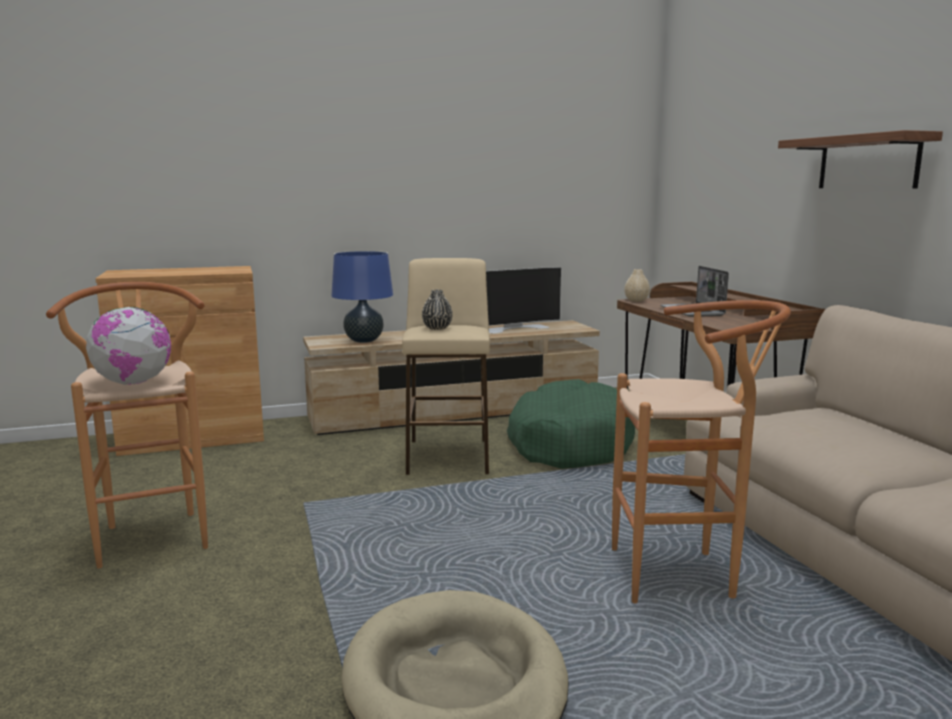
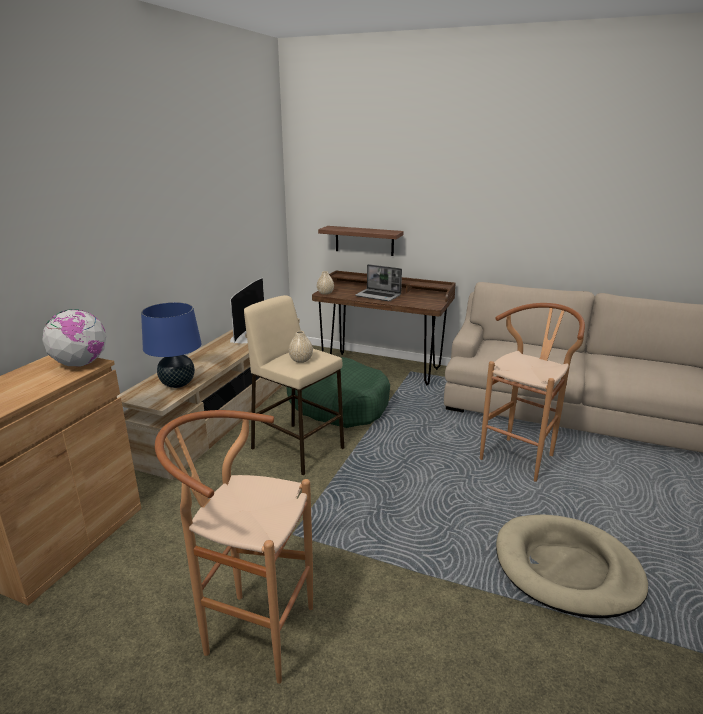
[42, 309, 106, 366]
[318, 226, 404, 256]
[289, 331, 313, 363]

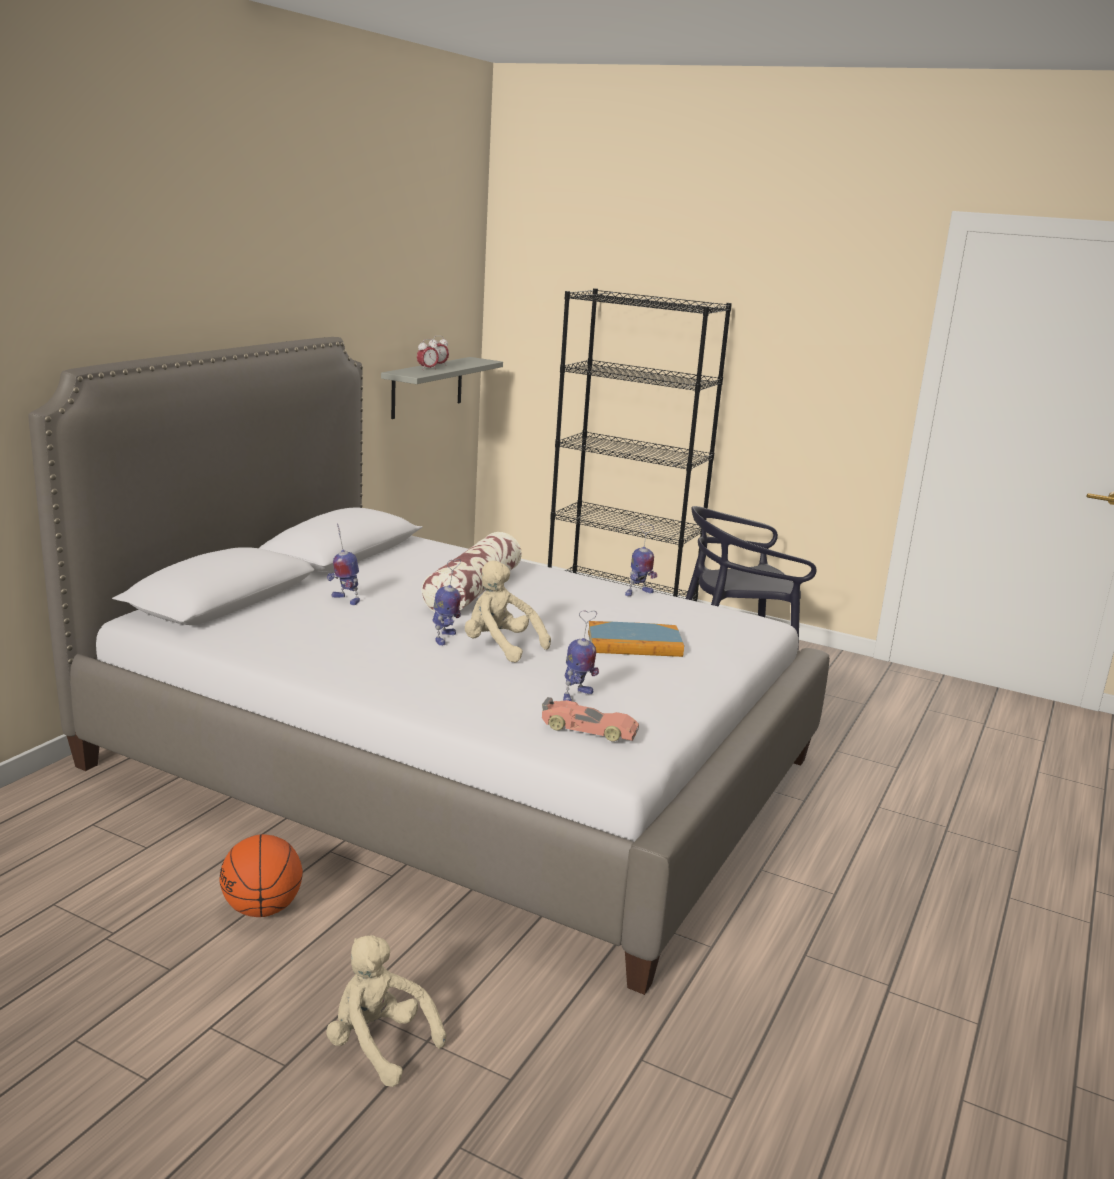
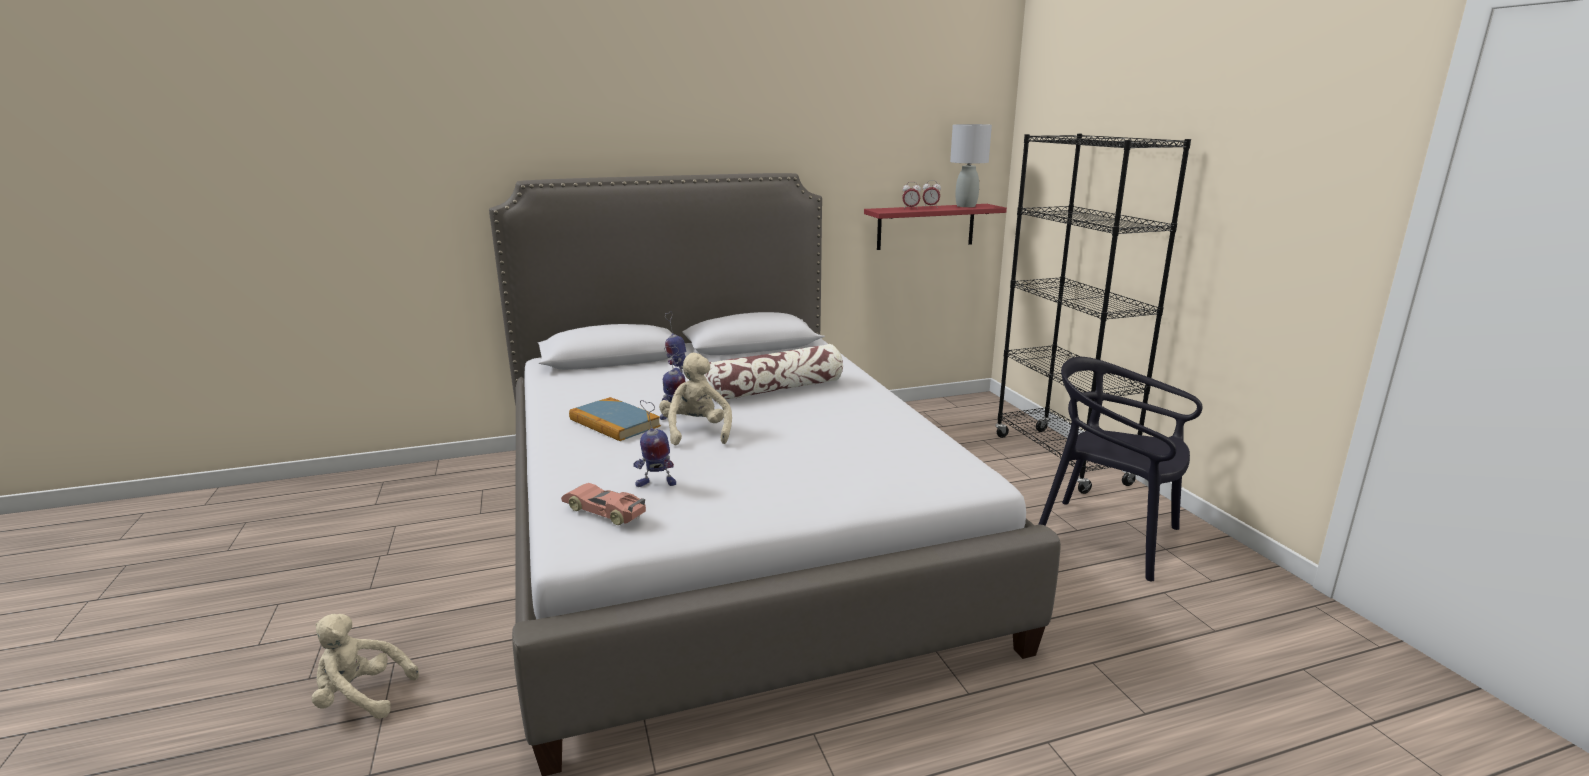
[219, 834, 303, 917] (first image)
[625, 524, 657, 596] (first image)
[950, 124, 992, 207]
[569, 397, 661, 441]
[864, 204, 1007, 250]
[312, 614, 419, 719]
[561, 483, 646, 525]

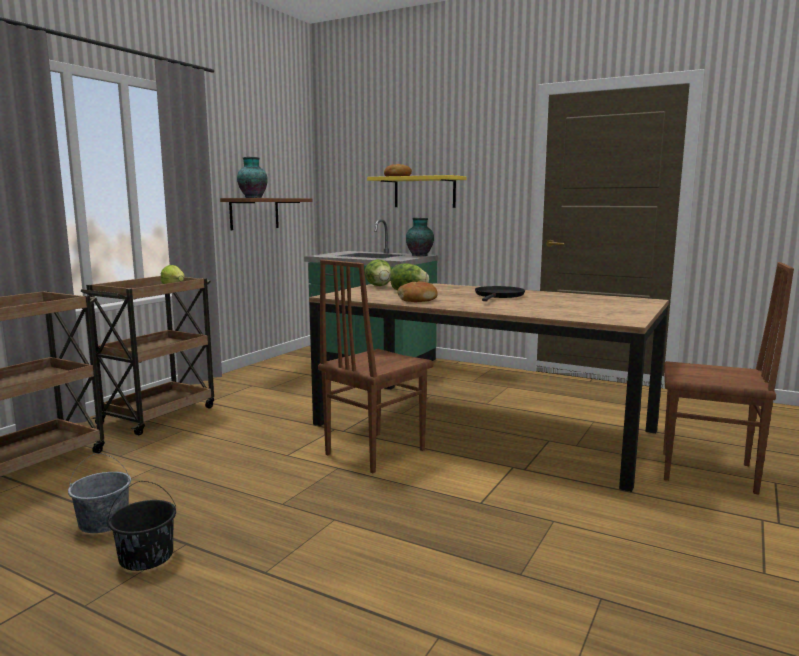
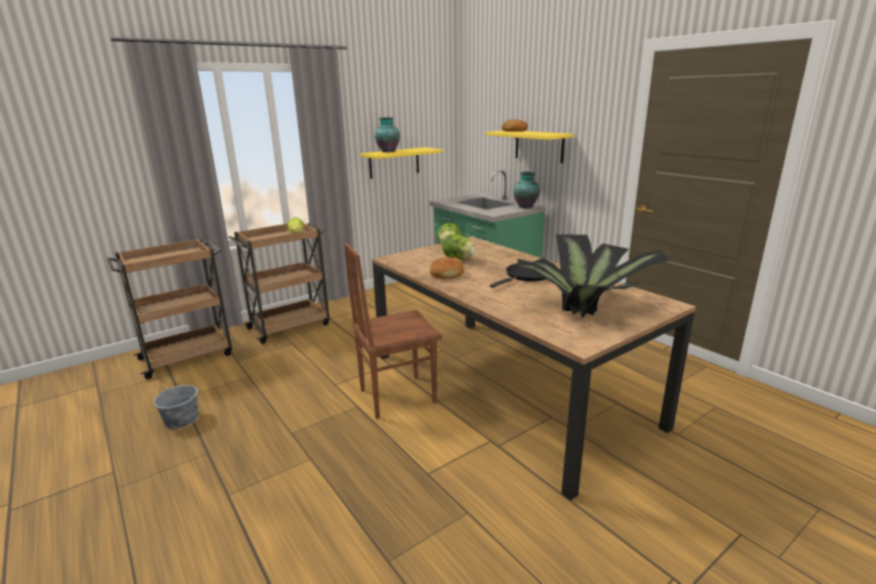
[108, 481, 176, 571] (first image)
[663, 262, 794, 495] (first image)
[517, 234, 670, 318]
[360, 147, 443, 179]

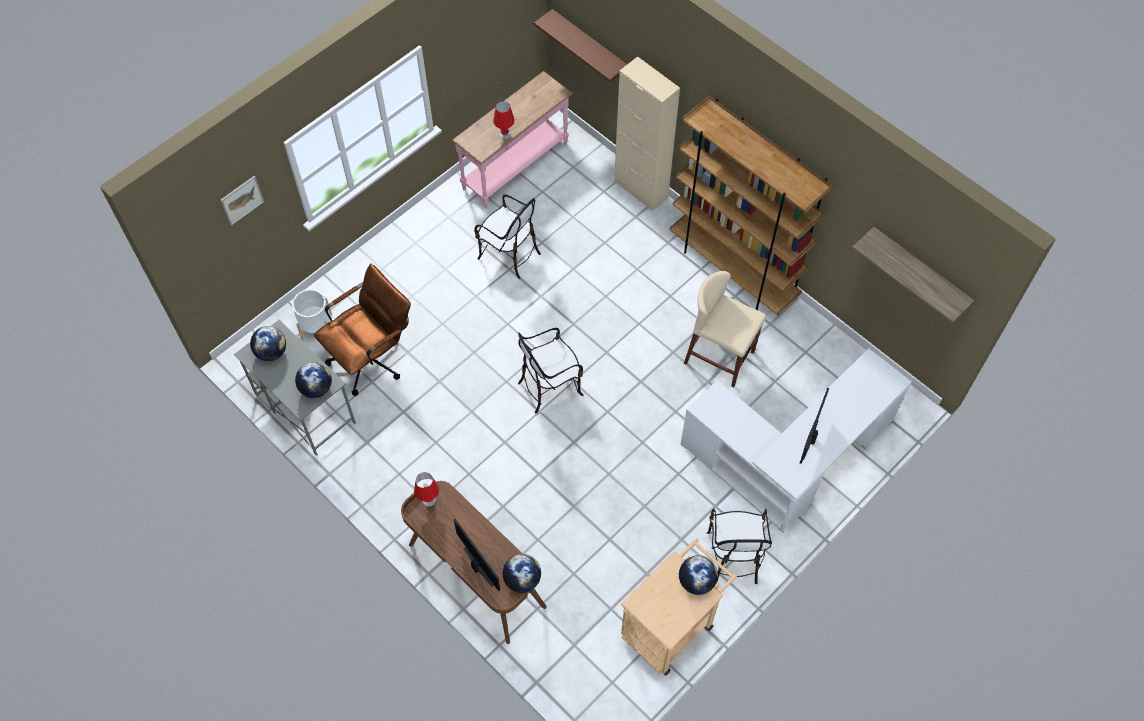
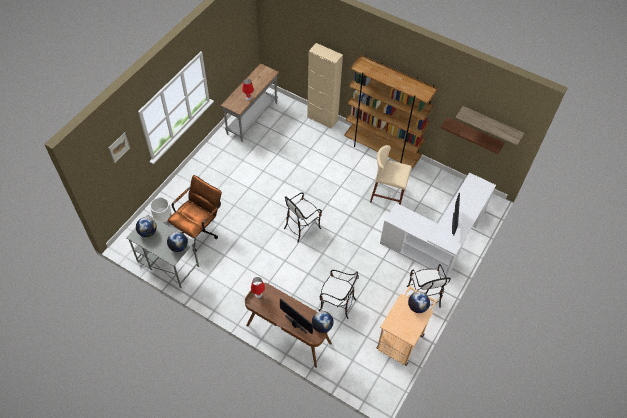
[318, 270, 359, 319]
[441, 117, 505, 154]
[221, 64, 279, 142]

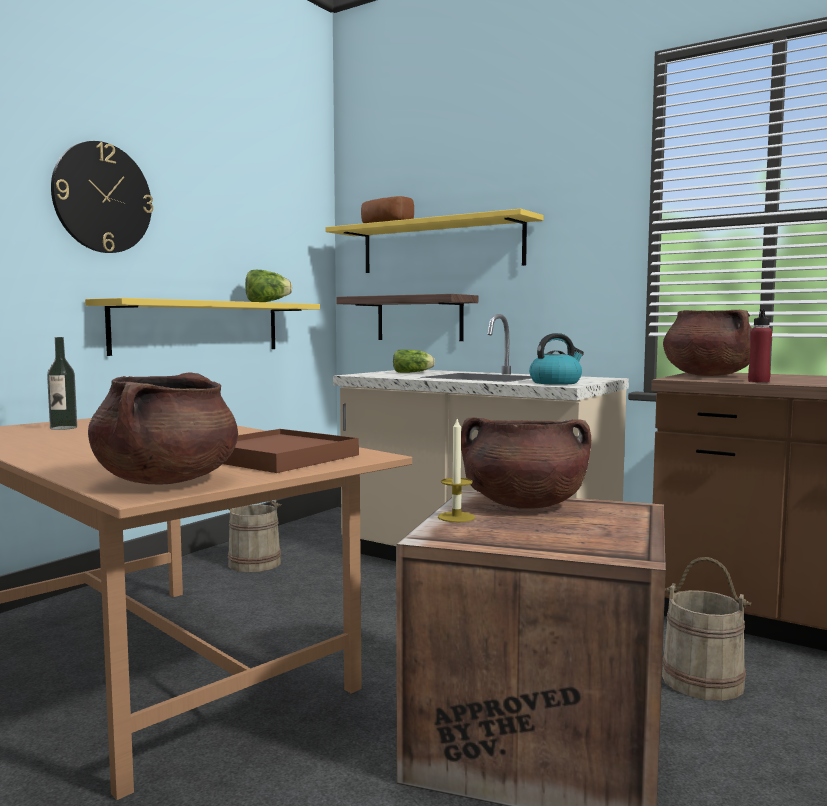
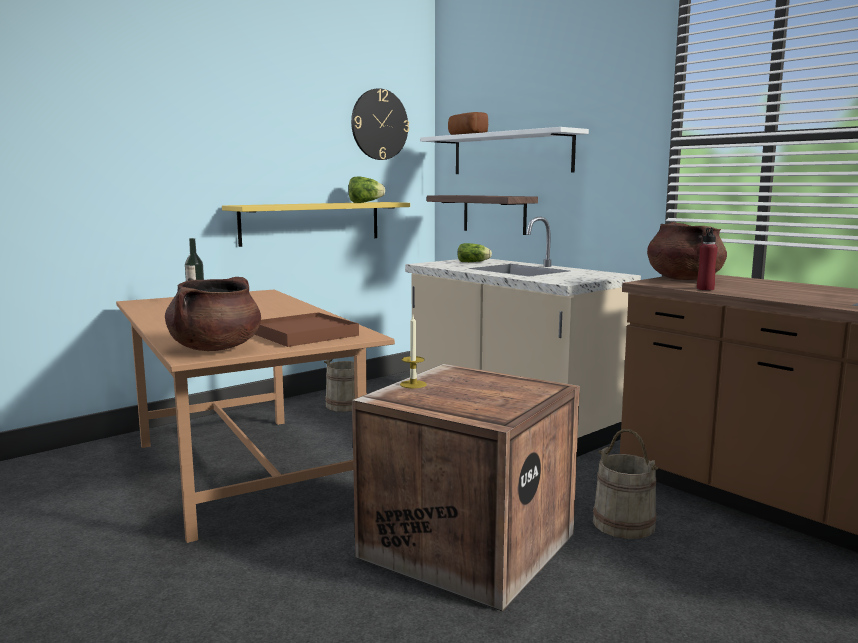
[461, 417, 591, 509] (first image)
[529, 333, 584, 385] (first image)
[351, 88, 409, 160]
[420, 127, 589, 174]

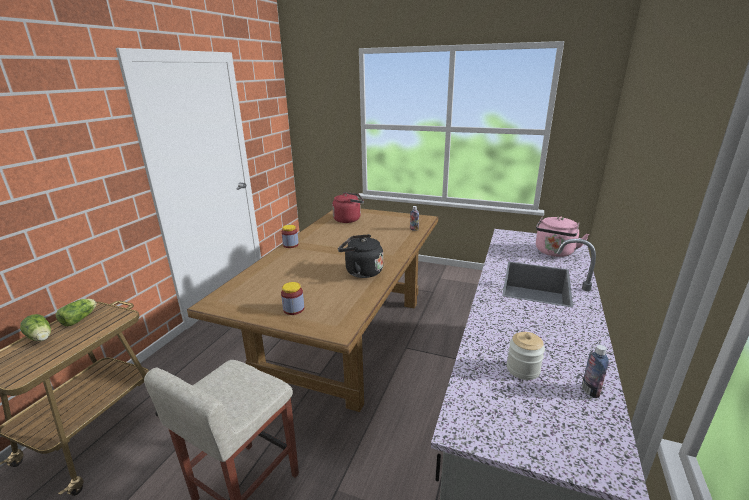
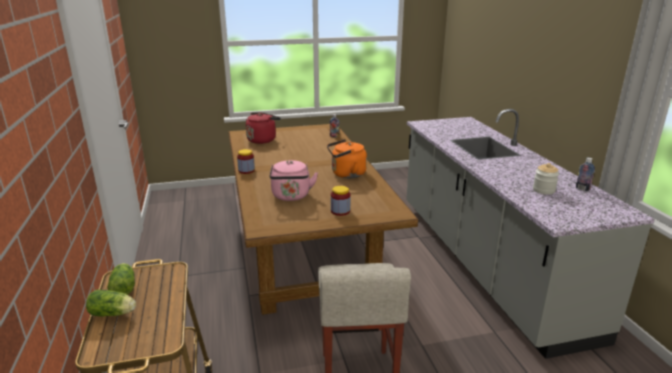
[270, 160, 318, 201]
[327, 139, 367, 178]

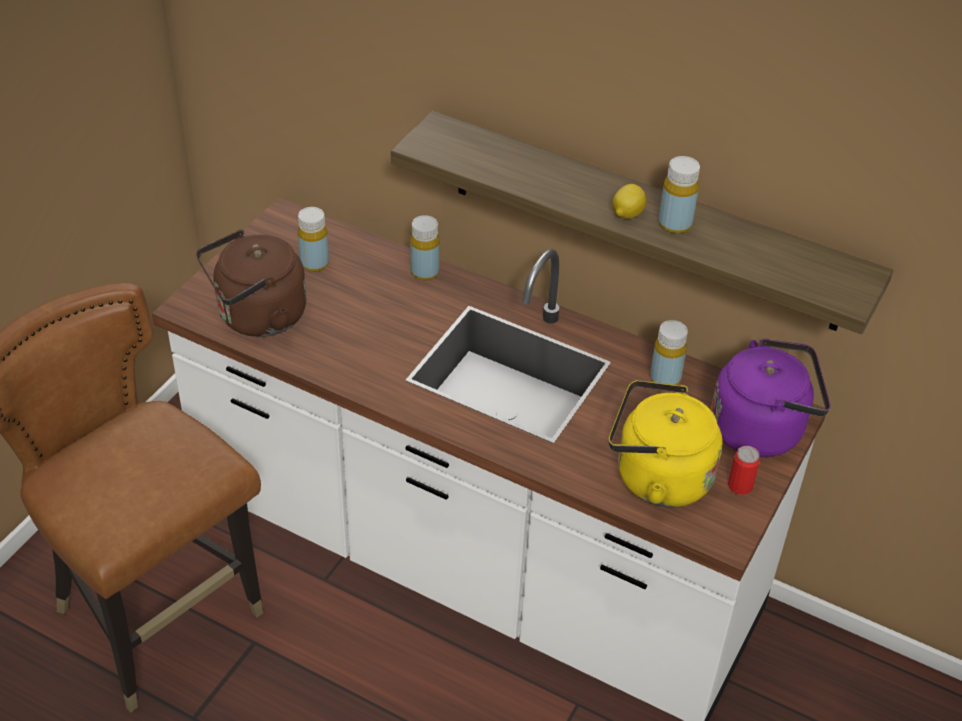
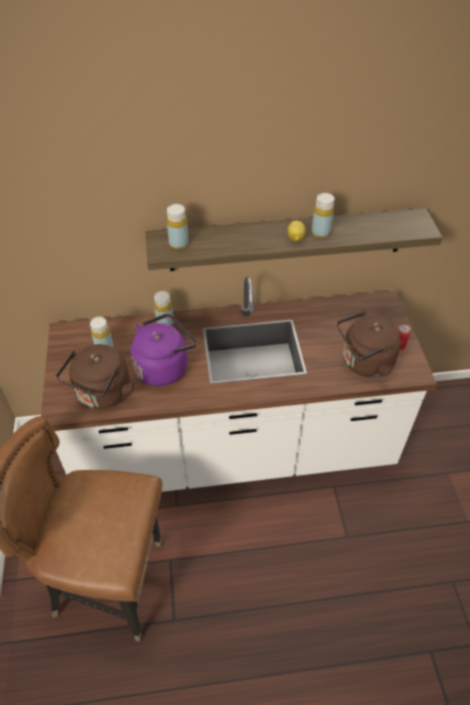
[167, 204, 189, 249]
[131, 314, 197, 386]
[337, 311, 401, 377]

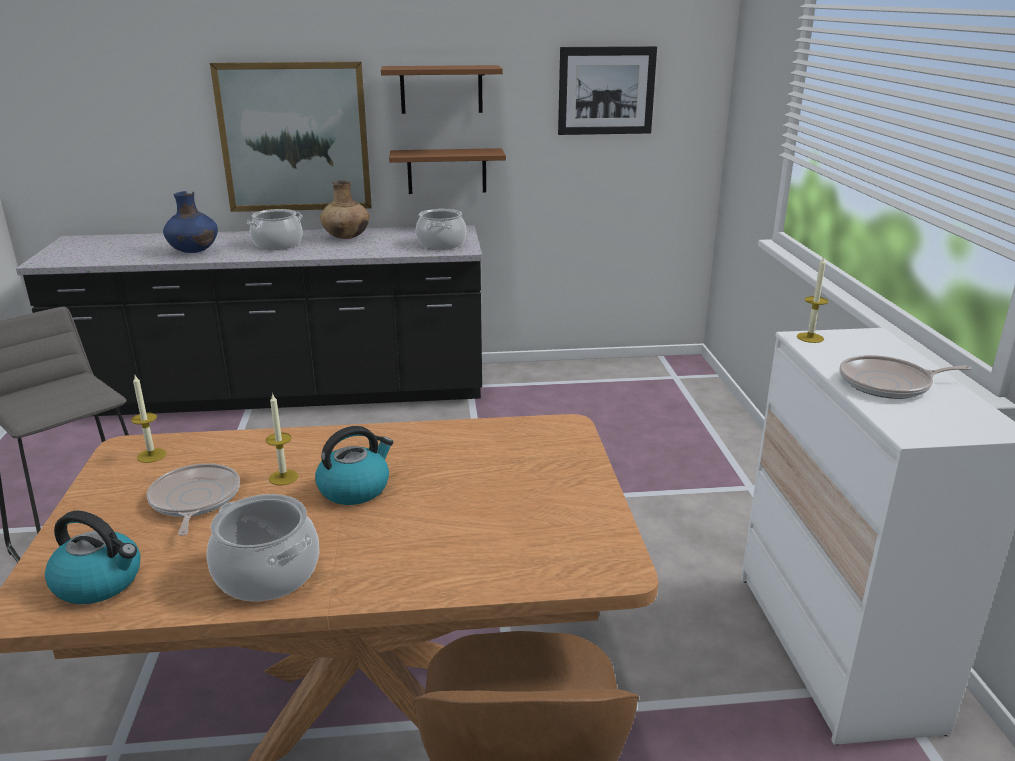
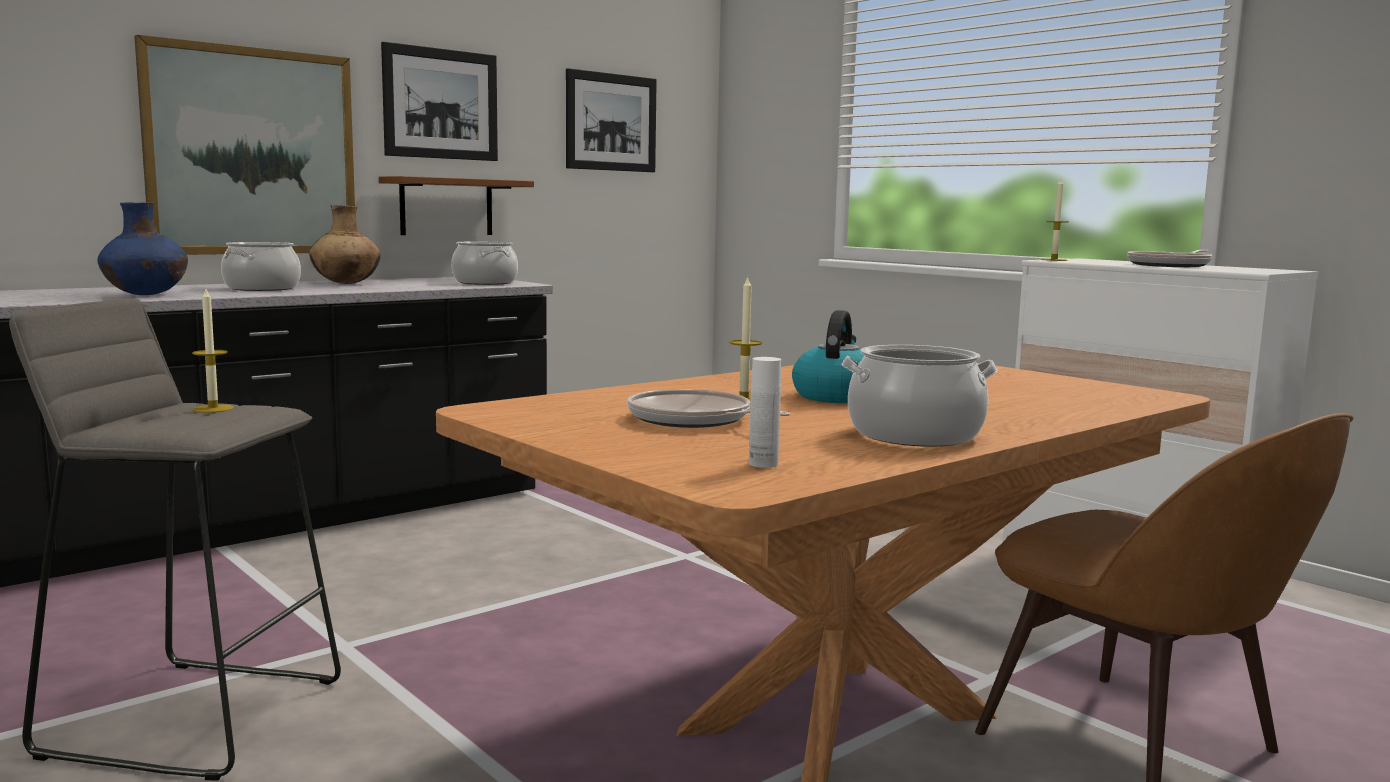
[192, 289, 234, 413]
[749, 357, 781, 468]
[381, 42, 498, 161]

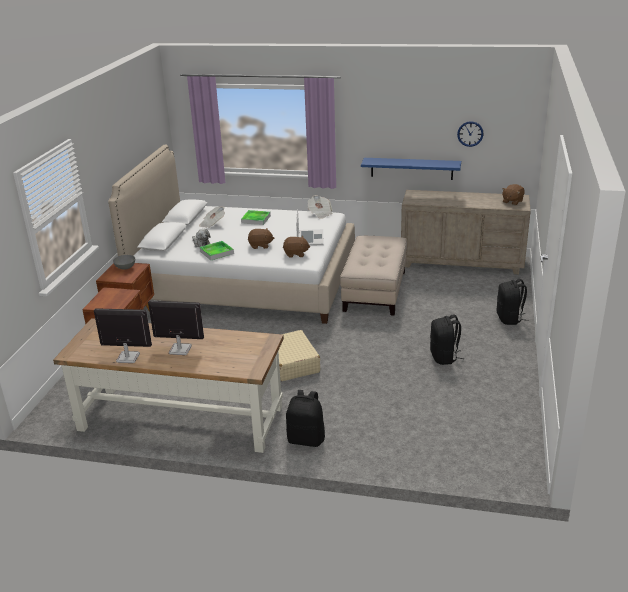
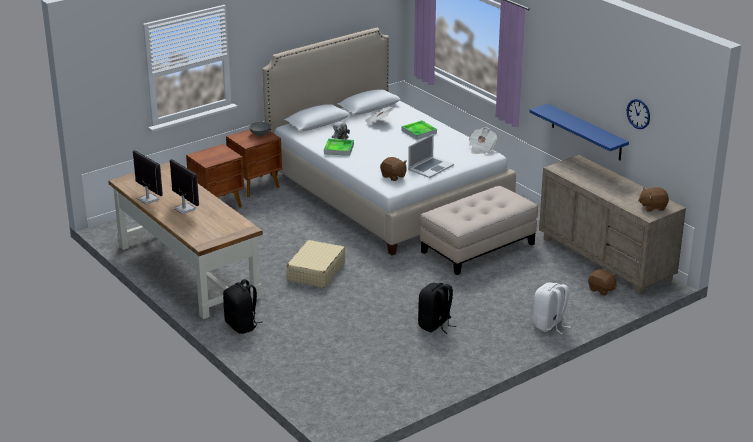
[588, 269, 616, 296]
[533, 282, 571, 334]

